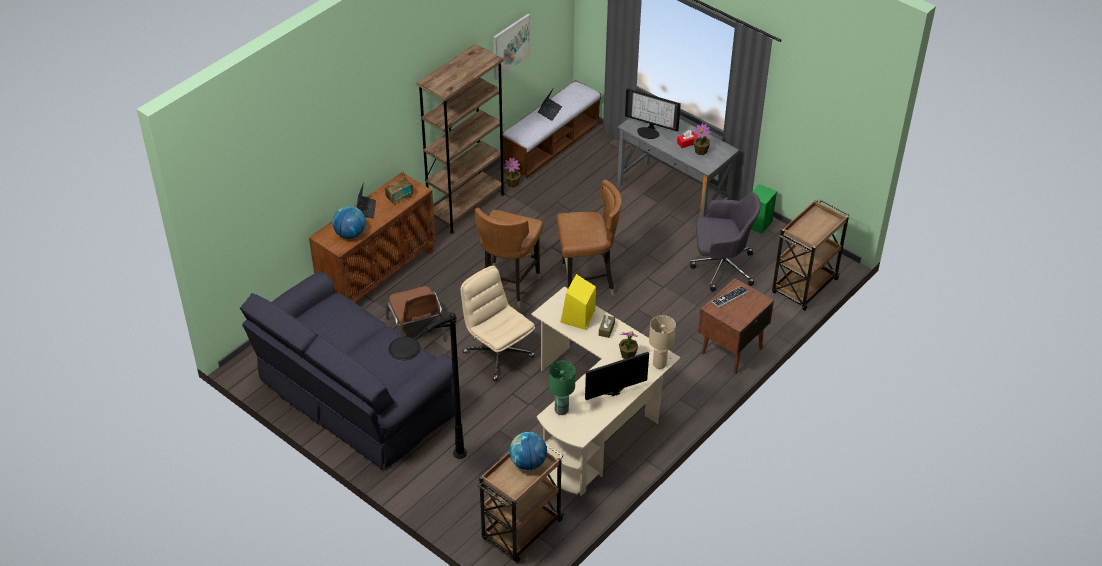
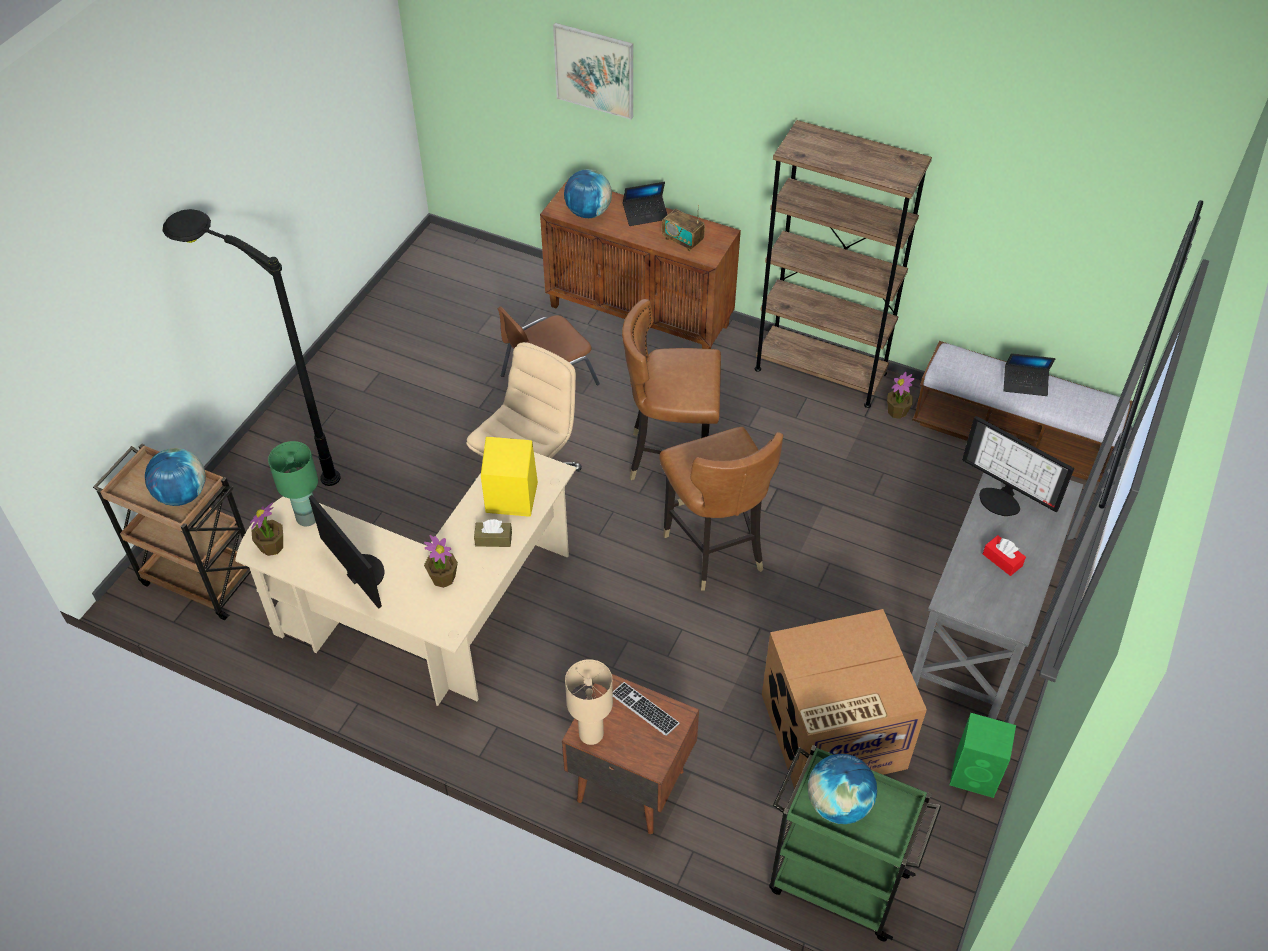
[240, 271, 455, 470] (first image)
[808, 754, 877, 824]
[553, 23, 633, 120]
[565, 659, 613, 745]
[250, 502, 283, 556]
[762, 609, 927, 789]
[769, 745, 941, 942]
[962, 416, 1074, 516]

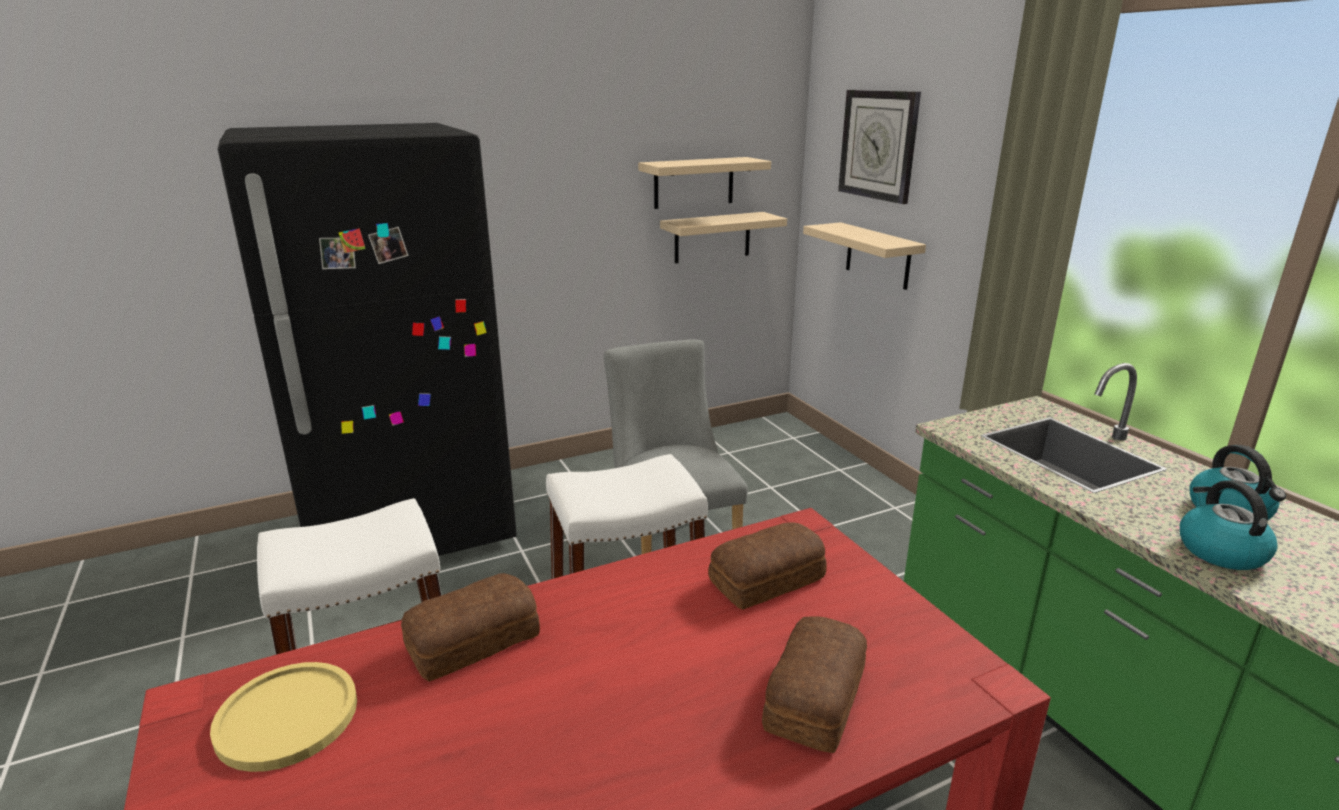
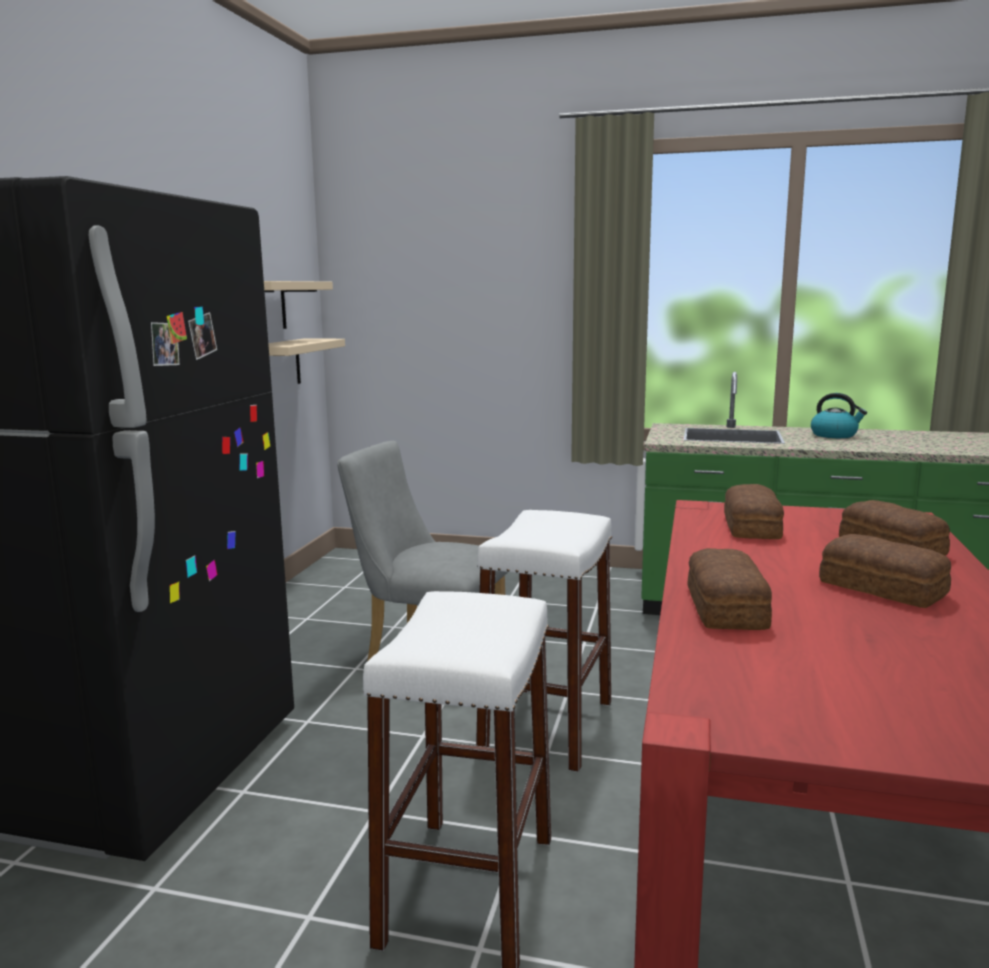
[210, 662, 357, 772] (first image)
[803, 222, 926, 290] (first image)
[838, 90, 921, 204] (first image)
[1180, 480, 1278, 570] (first image)
[819, 534, 951, 608]

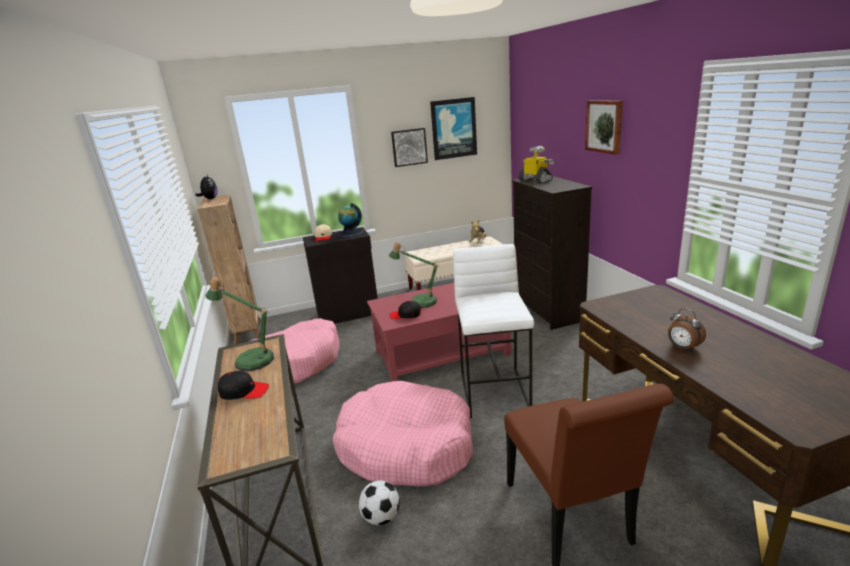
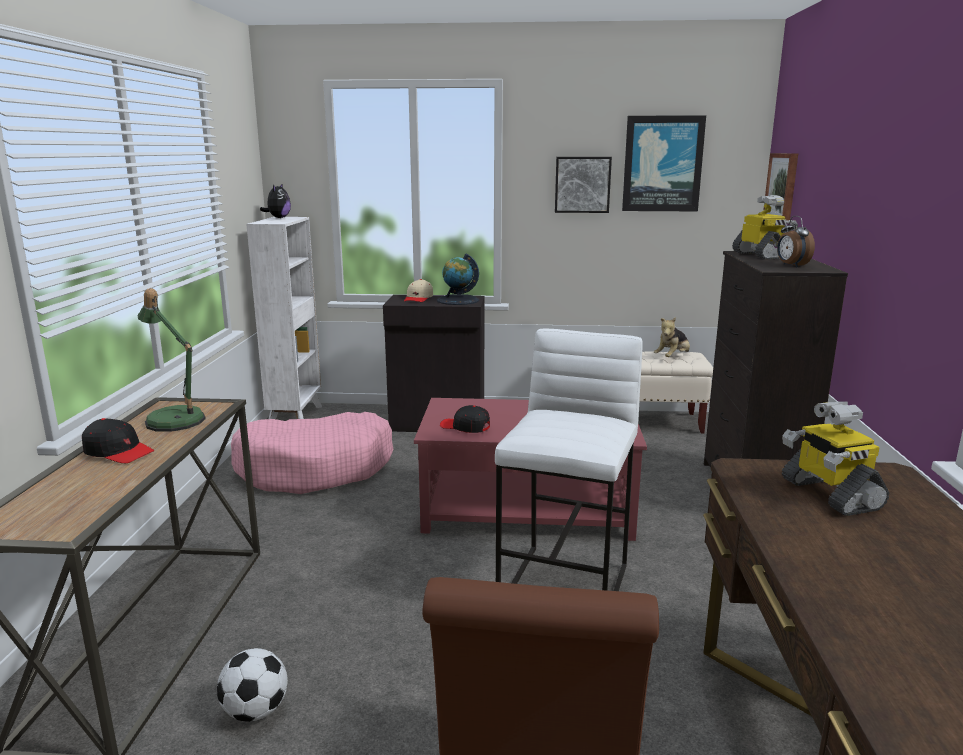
[333, 381, 473, 486] (first image)
[389, 242, 439, 308] (first image)
[782, 402, 889, 516]
[763, 153, 798, 224]
[777, 216, 815, 267]
[246, 217, 322, 419]

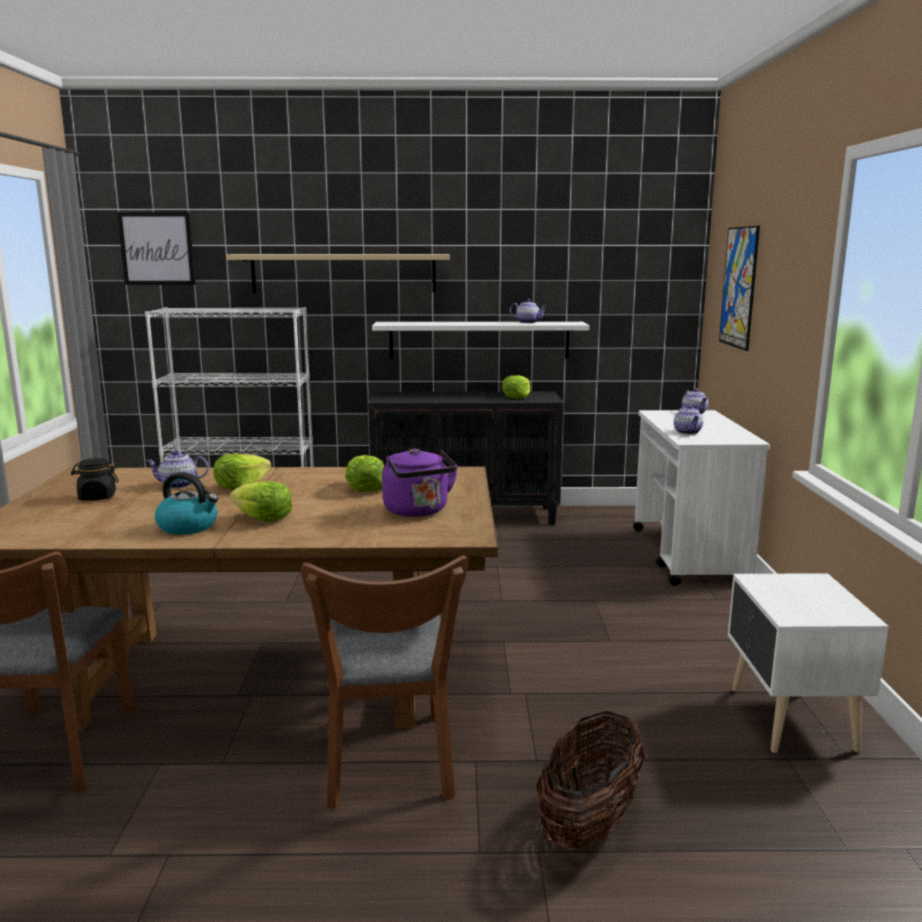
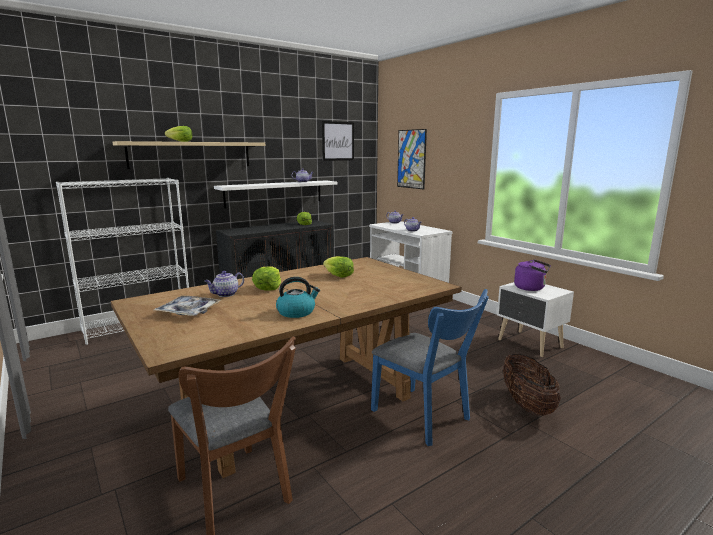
[322, 121, 354, 161]
[165, 126, 192, 142]
[514, 259, 551, 291]
[154, 296, 221, 316]
[371, 289, 489, 446]

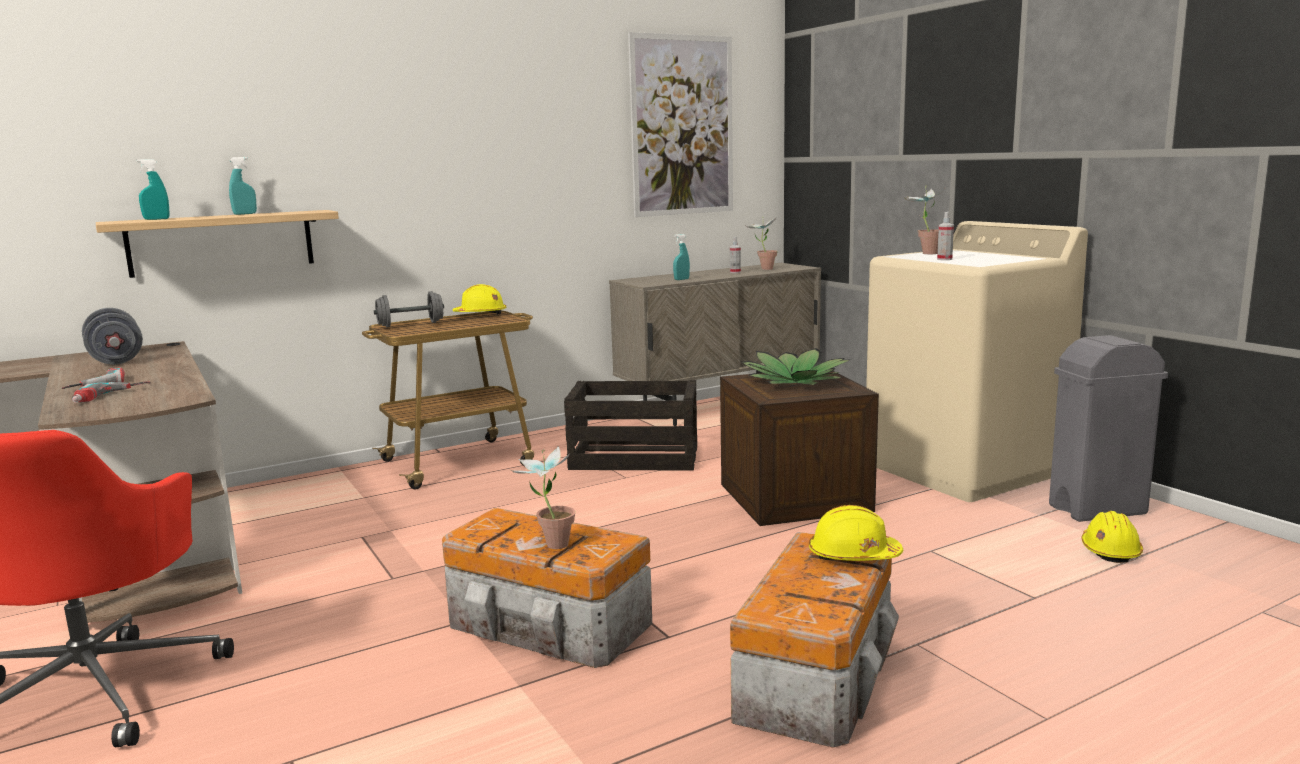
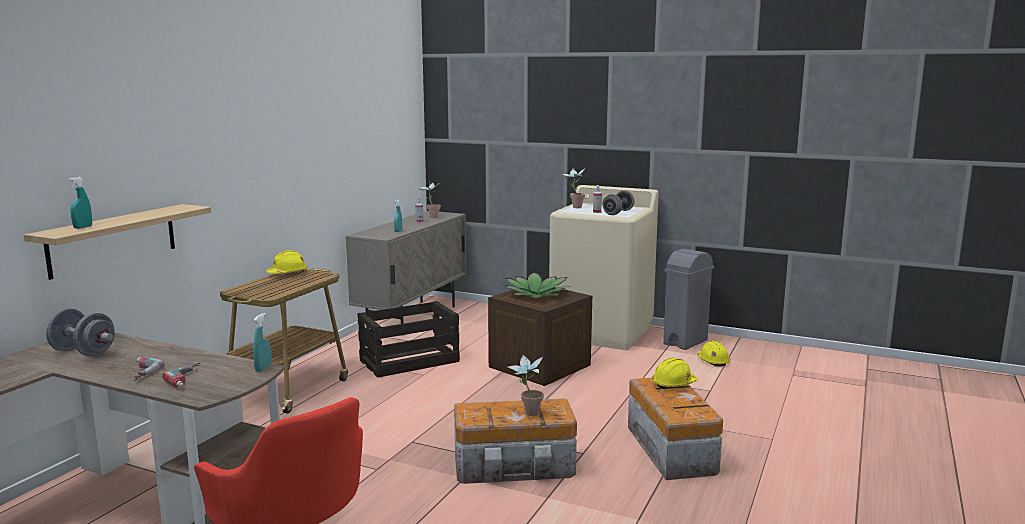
[628, 32, 733, 217] (first image)
[253, 313, 272, 372]
[602, 190, 634, 215]

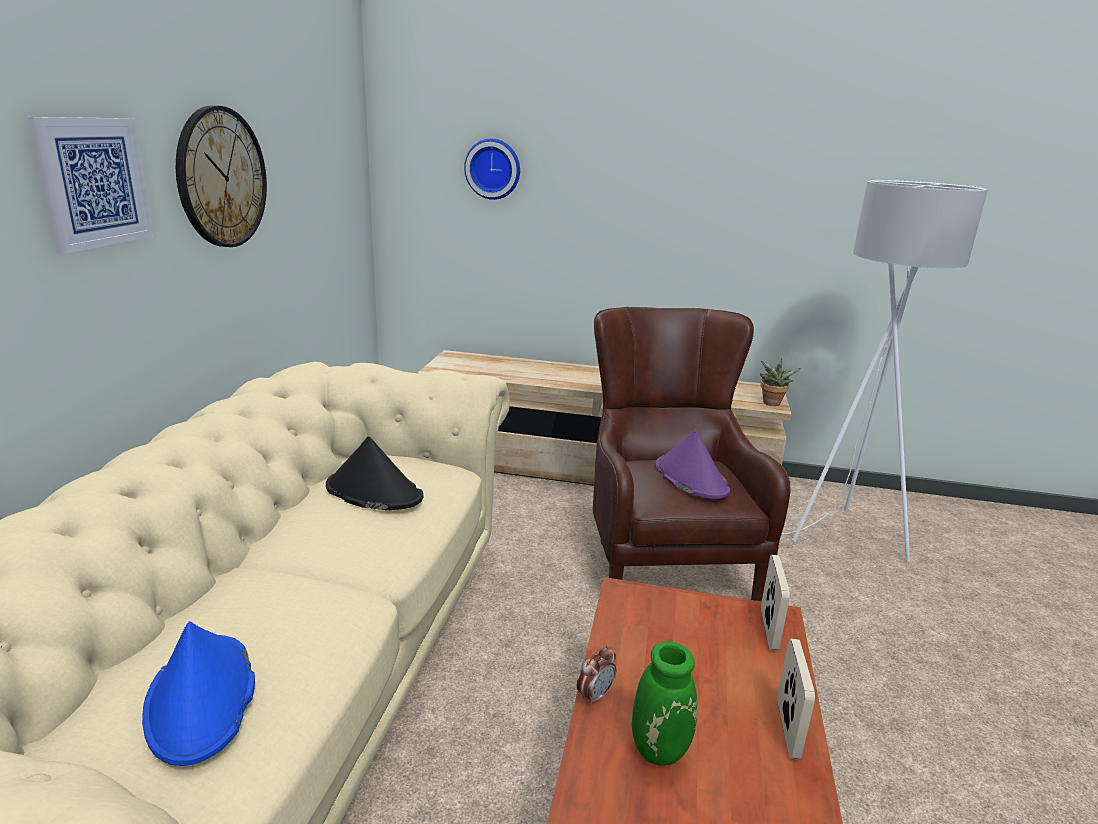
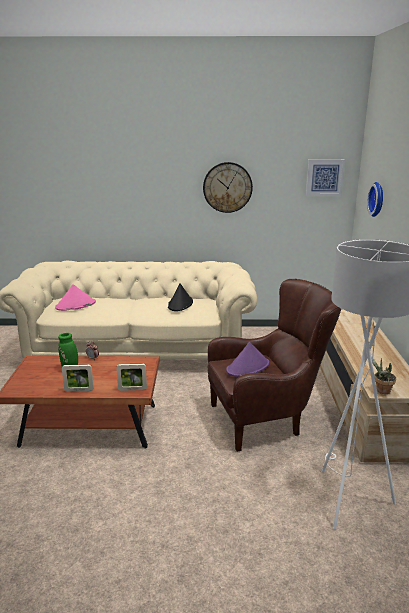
[306, 159, 345, 196]
[55, 284, 96, 311]

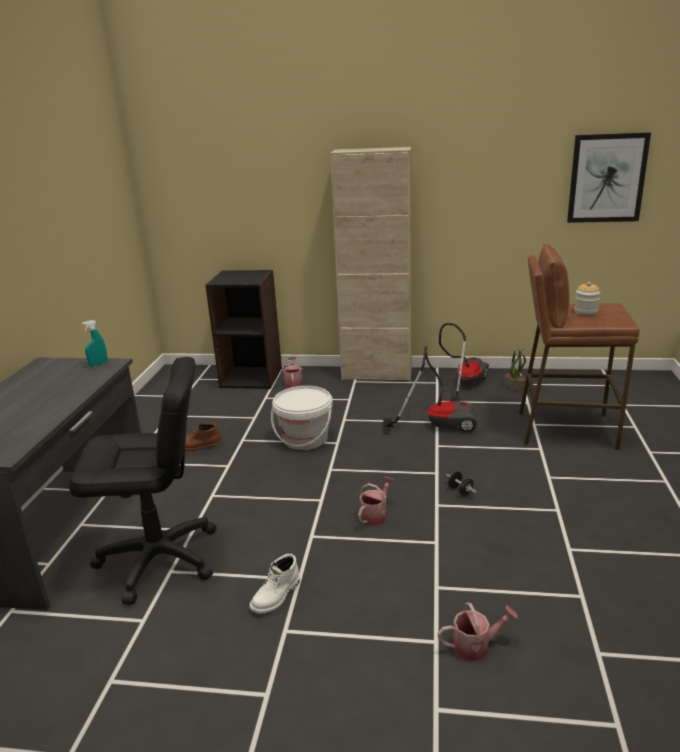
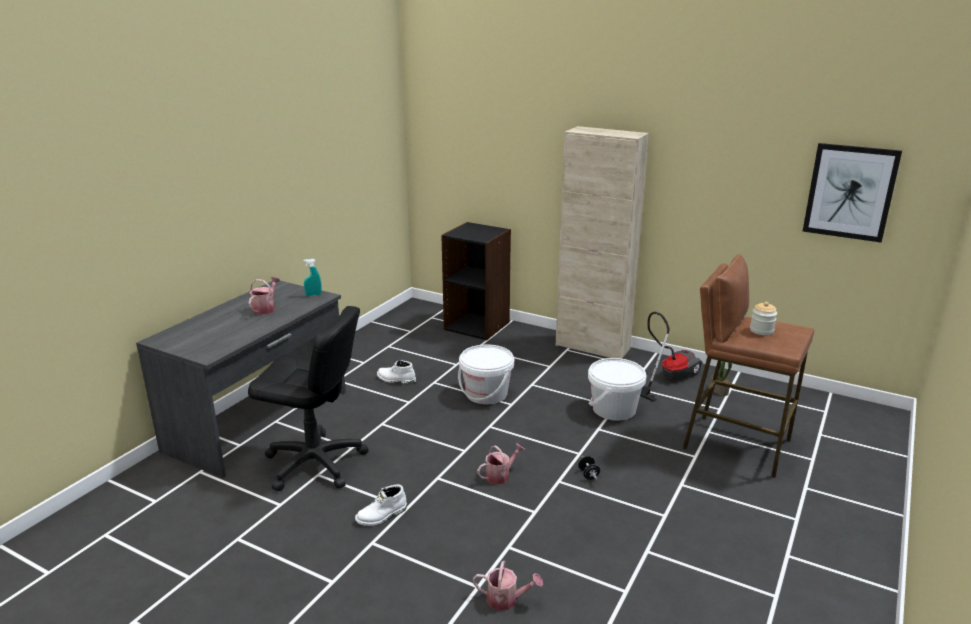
[249, 277, 280, 315]
[588, 358, 646, 421]
[377, 360, 416, 384]

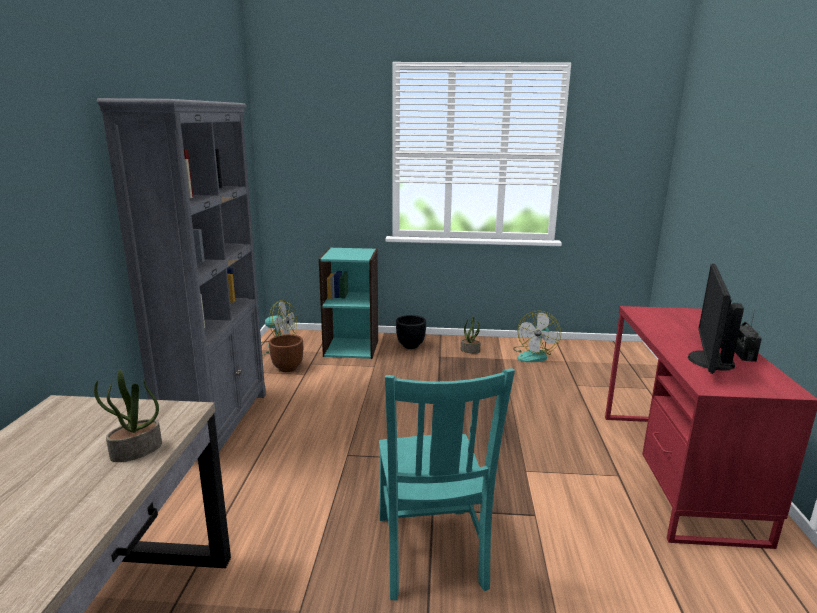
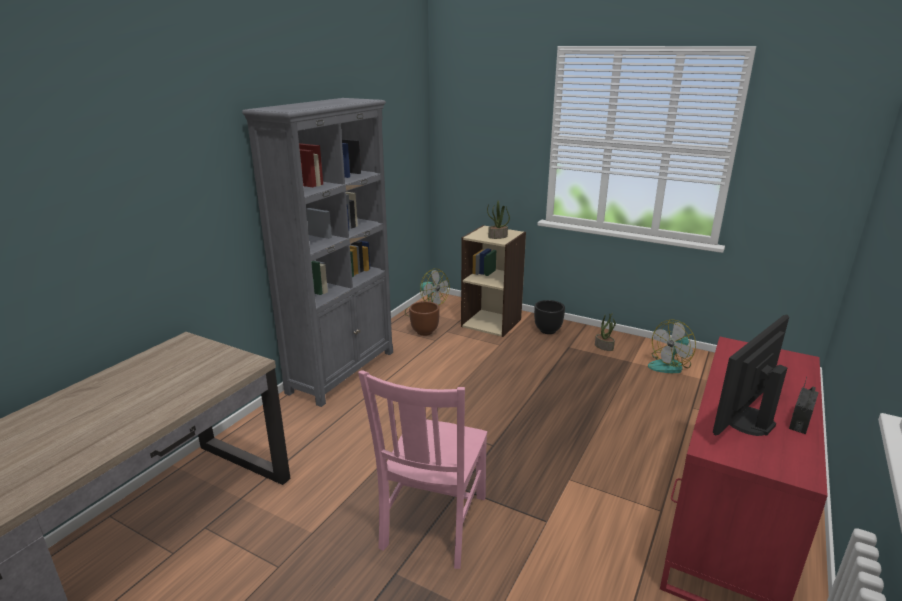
[487, 200, 510, 239]
[461, 225, 526, 337]
[358, 370, 487, 569]

